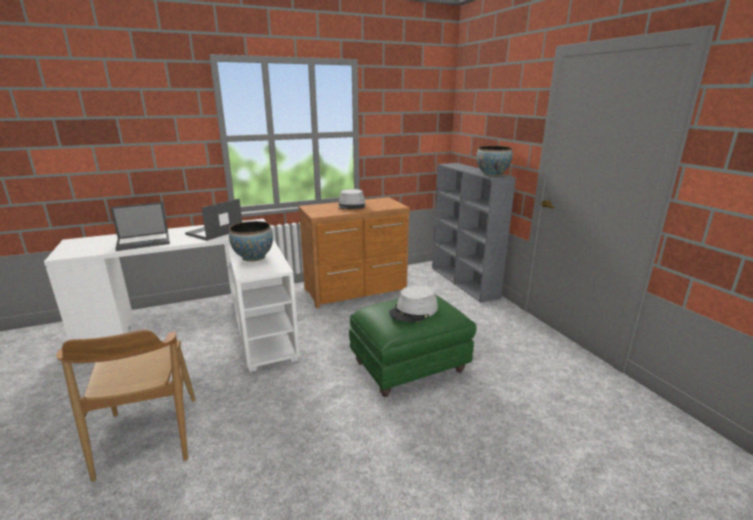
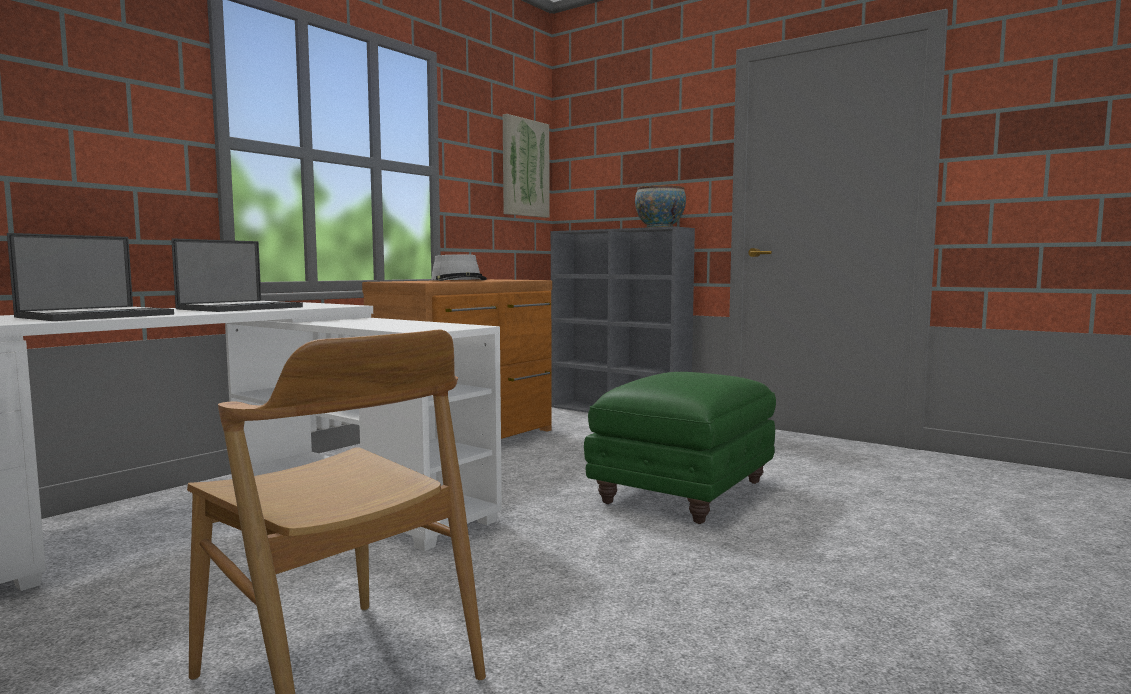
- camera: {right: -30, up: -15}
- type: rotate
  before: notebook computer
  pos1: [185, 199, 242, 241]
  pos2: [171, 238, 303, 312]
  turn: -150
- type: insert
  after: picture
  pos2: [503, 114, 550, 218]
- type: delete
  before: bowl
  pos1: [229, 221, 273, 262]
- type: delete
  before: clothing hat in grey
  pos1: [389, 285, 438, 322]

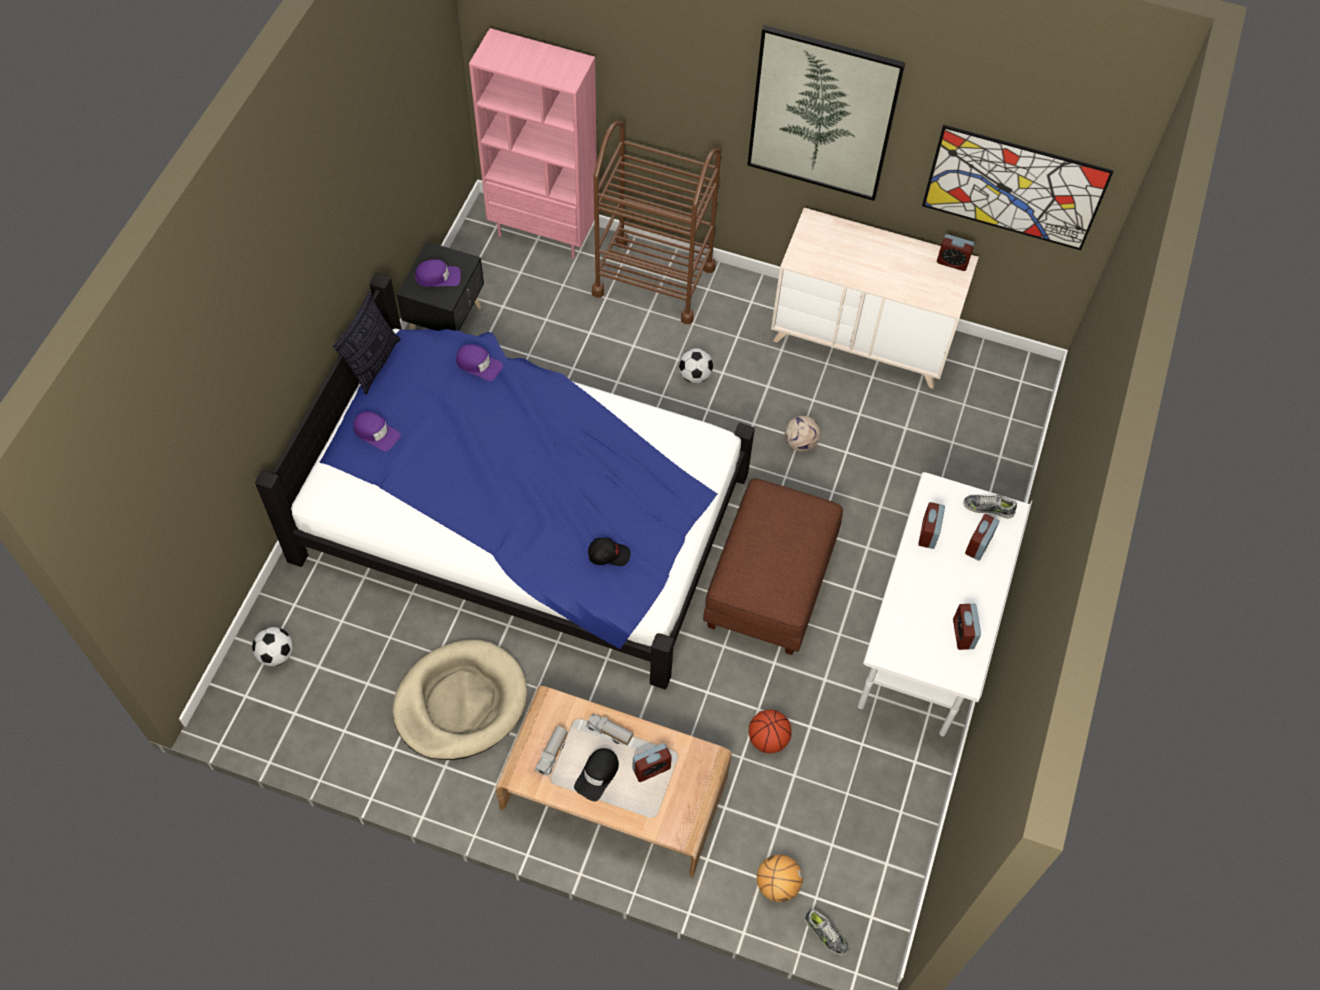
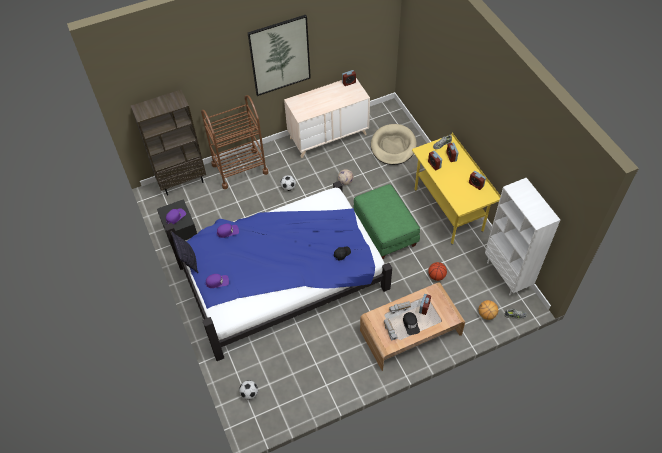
- camera: {right: -40, up: -5}
- type: recolor
  before: shelving unit in pink-coloured
  after: shelving unit in brown-coloured
  pos1: [469, 28, 597, 259]
  pos2: [131, 90, 206, 196]
- type: recolor
  before: ottoman in brown-coloured
  after: ottoman in greenish
  pos1: [703, 479, 843, 655]
  pos2: [353, 184, 420, 259]
- type: move
  before: dog bed in beige-coloured
  pos1: [393, 640, 527, 760]
  pos2: [371, 124, 417, 165]
- type: recolor
  before: desk unit in whitish
  after: desk unit in yellow
  pos1: [858, 472, 1032, 737]
  pos2: [412, 133, 500, 245]
- type: insert
  after: shelving unit in whitish
  pos2: [485, 177, 560, 295]
- type: delete
  before: picture
  pos1: [922, 125, 1114, 250]

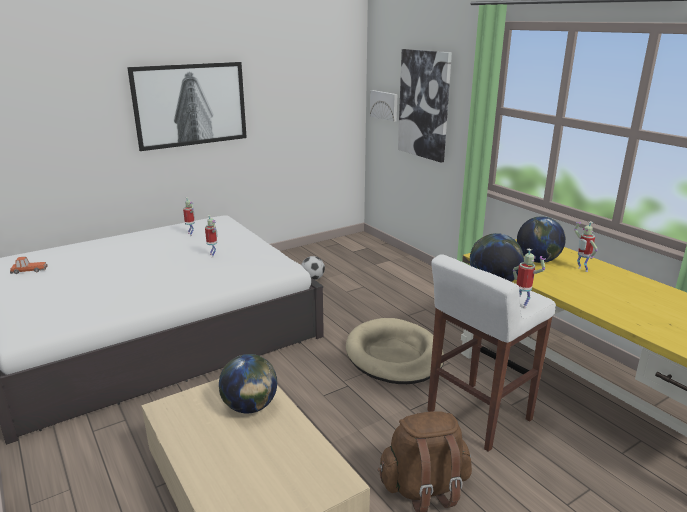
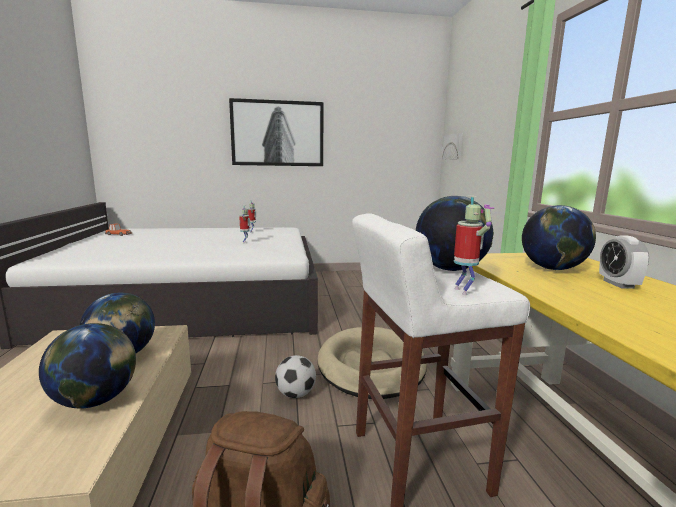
- camera: {right: 25, up: -10}
- type: insert
  after: globe
  pos2: [39, 323, 136, 409]
- type: move
  before: ball for football
  pos1: [301, 256, 325, 280]
  pos2: [275, 355, 316, 398]
- type: replace
  before: robot figure
  after: alarm clock
  pos1: [574, 221, 598, 272]
  pos2: [599, 235, 649, 289]
- type: delete
  before: picture
  pos1: [398, 49, 452, 162]

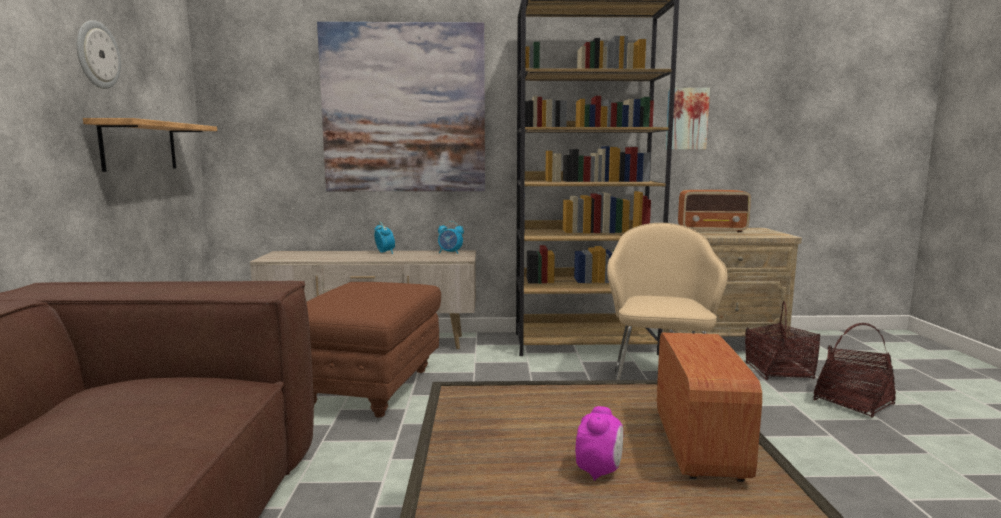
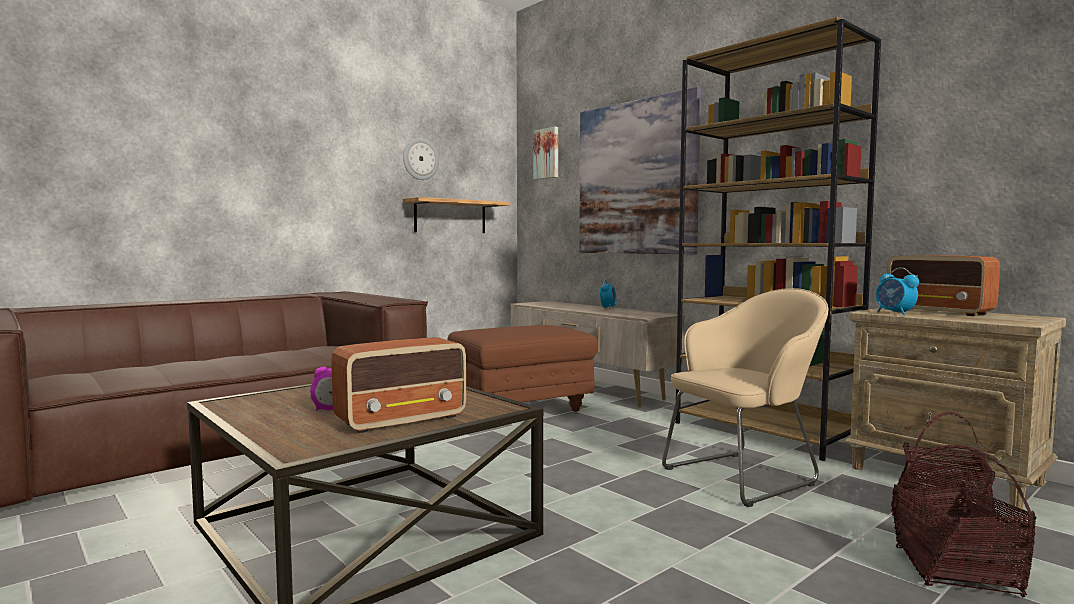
- camera: {right: 50, up: -5}
- type: move
  before: picture
  pos1: [665, 88, 710, 150]
  pos2: [533, 127, 558, 180]
- type: move
  before: alarm clock
  pos1: [438, 221, 464, 254]
  pos2: [876, 267, 919, 315]

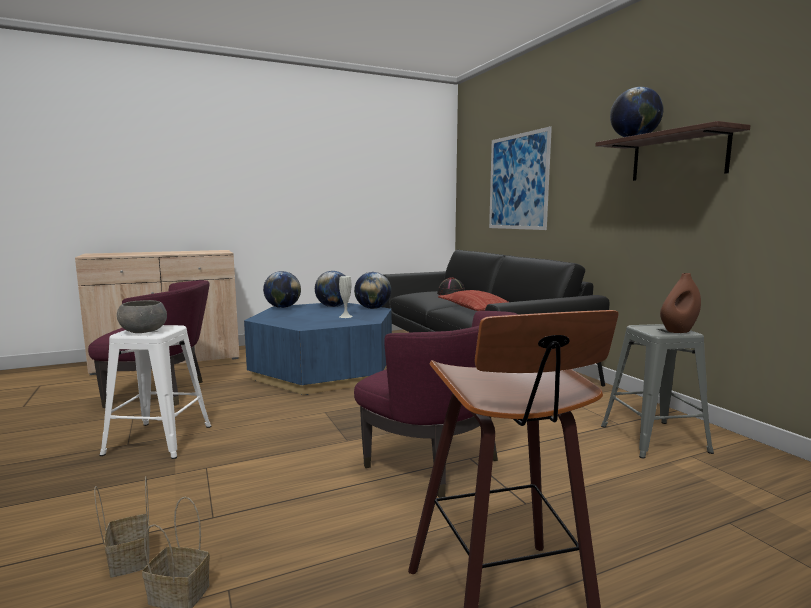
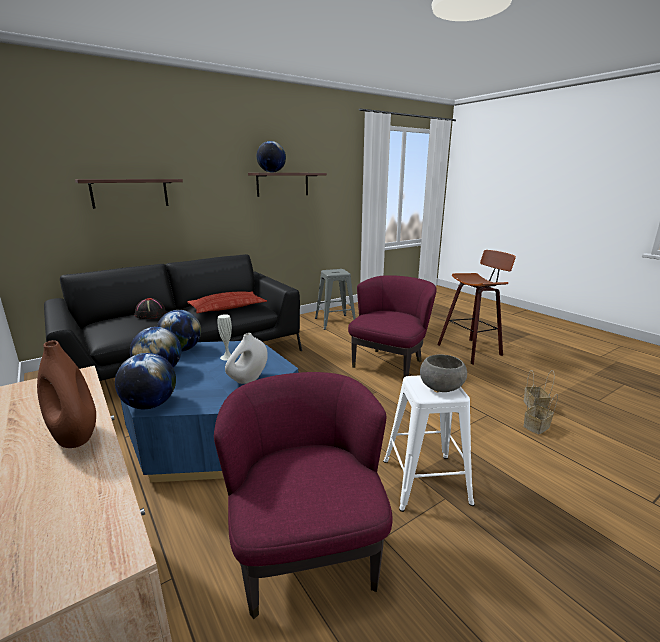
- camera: {right: -100, up: 10}
- type: move
  before: flower vase in brown-coloured
  pos1: [660, 273, 701, 333]
  pos2: [37, 340, 96, 448]
- type: replace
  before: picture
  after: shelf
  pos1: [489, 126, 552, 230]
  pos2: [75, 179, 183, 209]
- type: insert
  after: flower vase in whitish
  pos2: [225, 333, 268, 384]

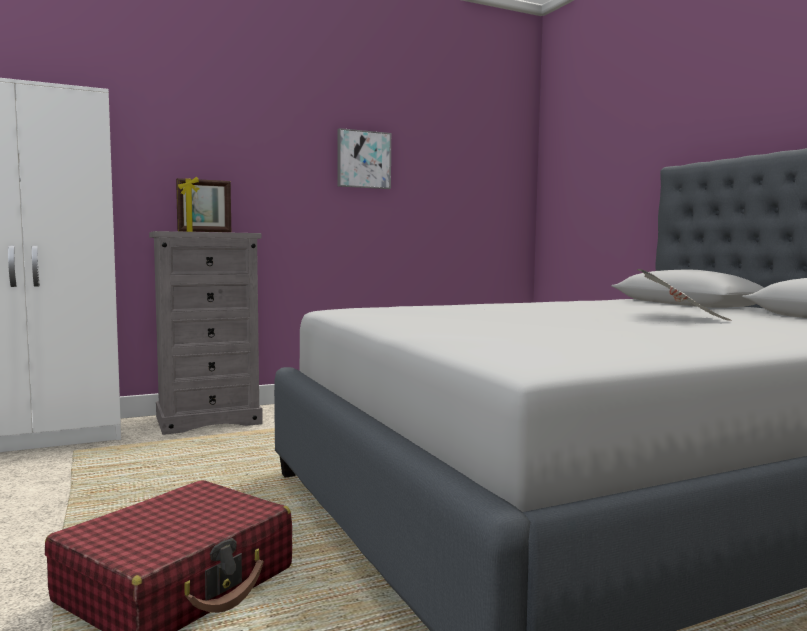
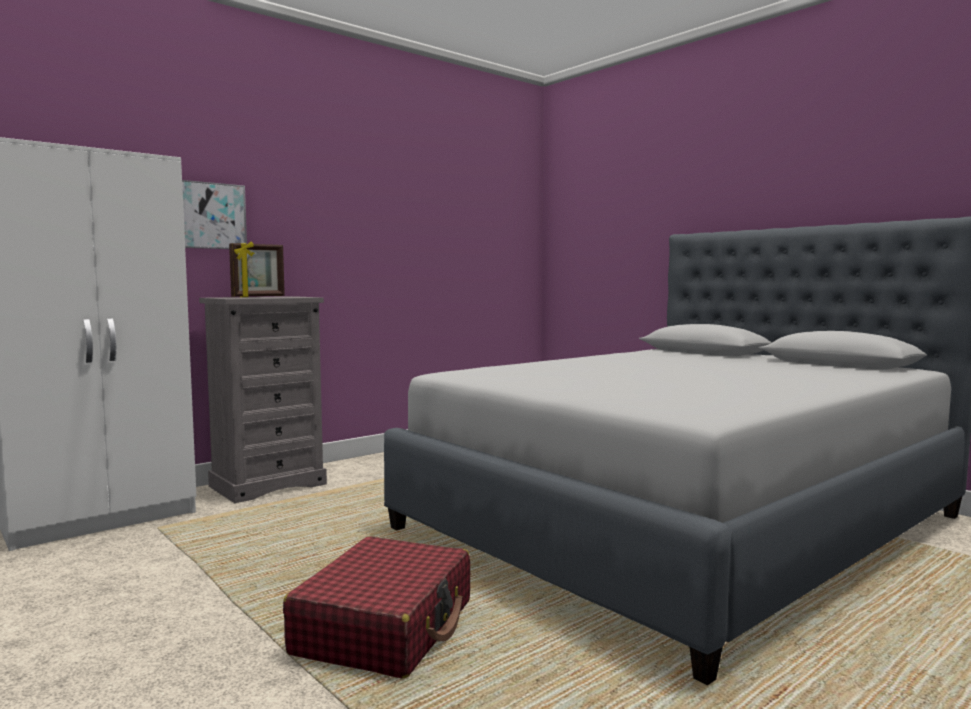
- camera: {right: -15, up: 0}
- type: move
  before: picture
  pos1: [338, 128, 391, 189]
  pos2: [182, 180, 247, 249]
- type: delete
  before: printed paper
  pos1: [637, 269, 732, 321]

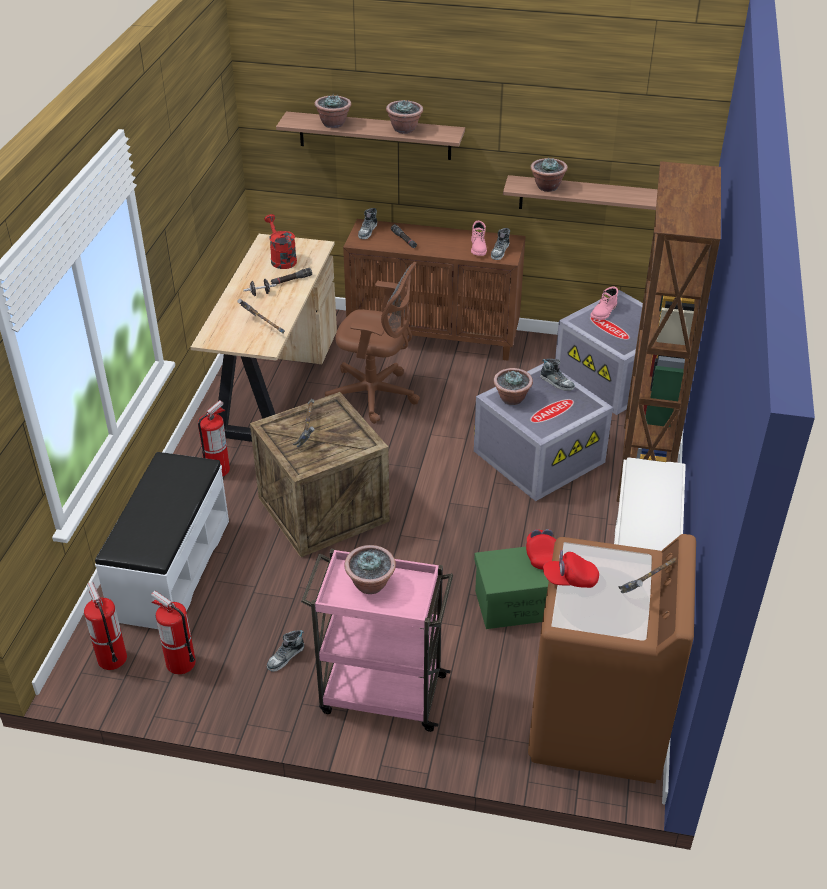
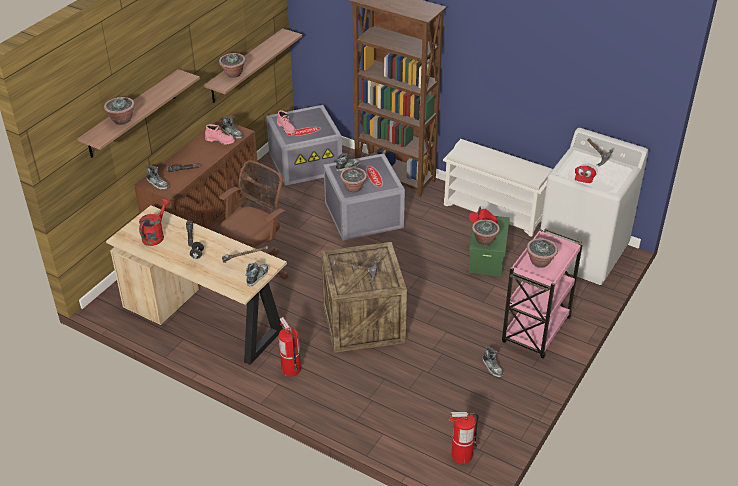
- camera: {right: -70, up: 0}
- type: rotate
  before: sprinkling can in red
  pos1: [264, 214, 297, 269]
  pos2: [139, 199, 170, 246]
  turn: 120
- type: insert
  after: shoe
  pos2: [246, 262, 268, 286]
- type: move
  before: houseplant
  pos1: [386, 100, 423, 134]
  pos2: [472, 219, 500, 246]
- type: recolor
  before: laundry appliance in brown-coloured
  after: laundry appliance in whitish
  pos1: [528, 534, 696, 784]
  pos2: [540, 128, 648, 285]
- type: delete
  before: bench in whitish
  pos1: [95, 452, 229, 629]
- type: delete
  before: fire-fighting cylinder
  pos1: [151, 590, 196, 674]

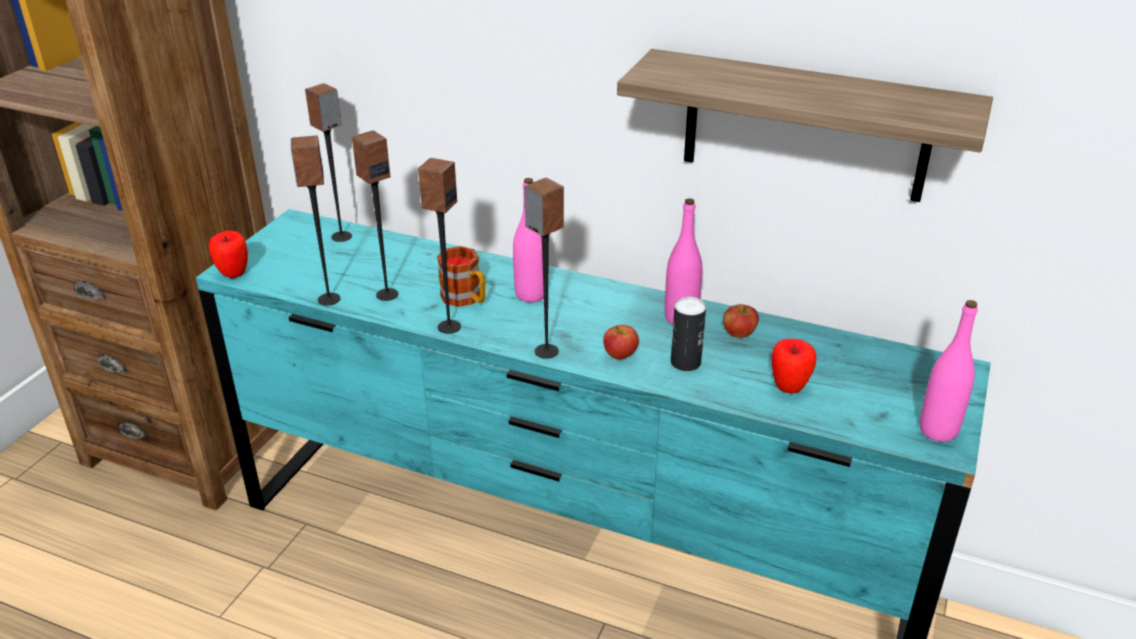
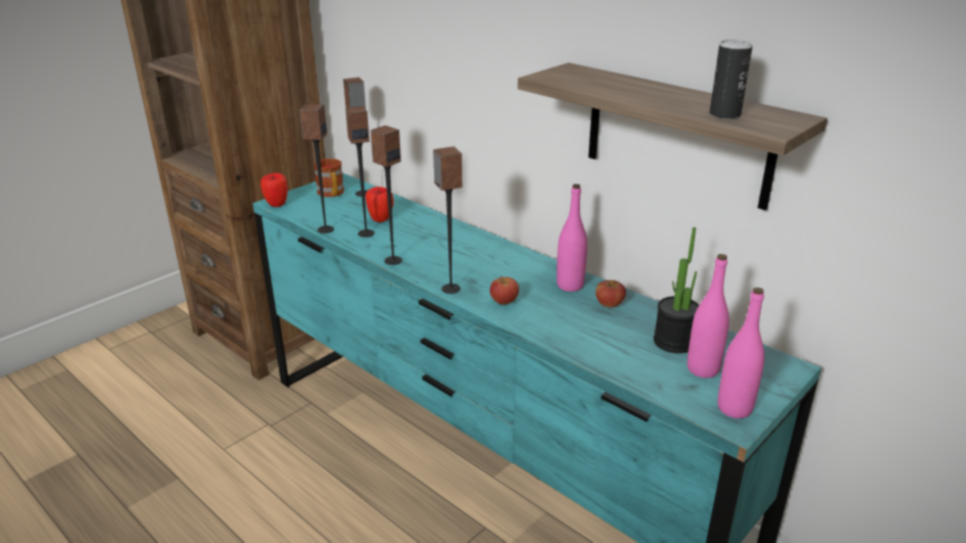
- camera: {right: 20, up: -5}
- type: move
  before: mug
  pos1: [437, 246, 485, 307]
  pos2: [314, 159, 344, 197]
- type: move
  before: apple
  pos1: [772, 339, 816, 393]
  pos2: [365, 187, 394, 222]
- type: insert
  after: houseplant
  pos2: [653, 227, 699, 353]
- type: move
  before: drink bottle in pink-coloured
  pos1: [513, 178, 544, 302]
  pos2: [687, 254, 729, 378]
- type: move
  before: can
  pos1: [671, 297, 706, 371]
  pos2: [709, 40, 752, 119]

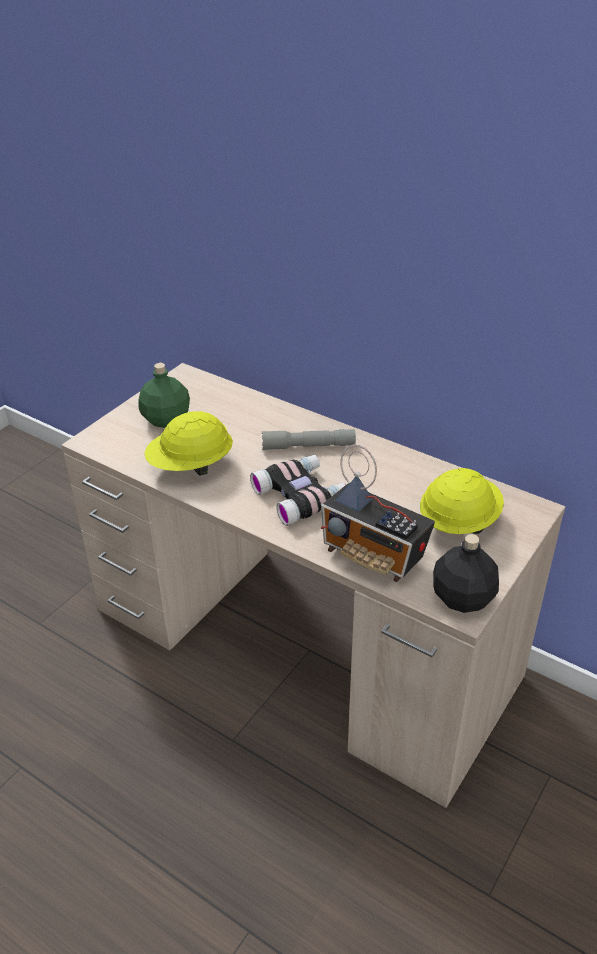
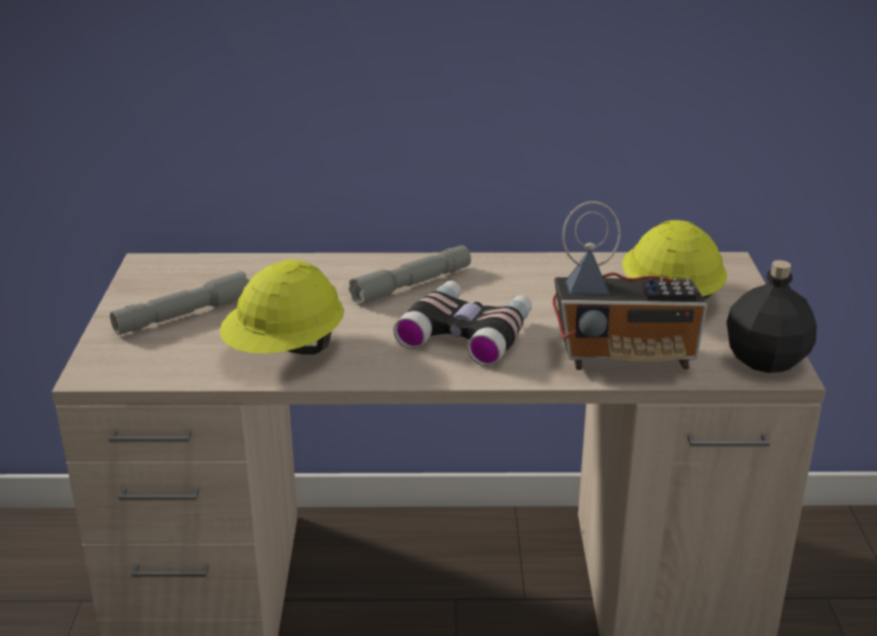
- camera: {right: -35, up: -10}
- type: replace
  before: drink bottle in greenish
  after: hand torch in grey
  pos1: [139, 363, 190, 428]
  pos2: [110, 271, 249, 335]

